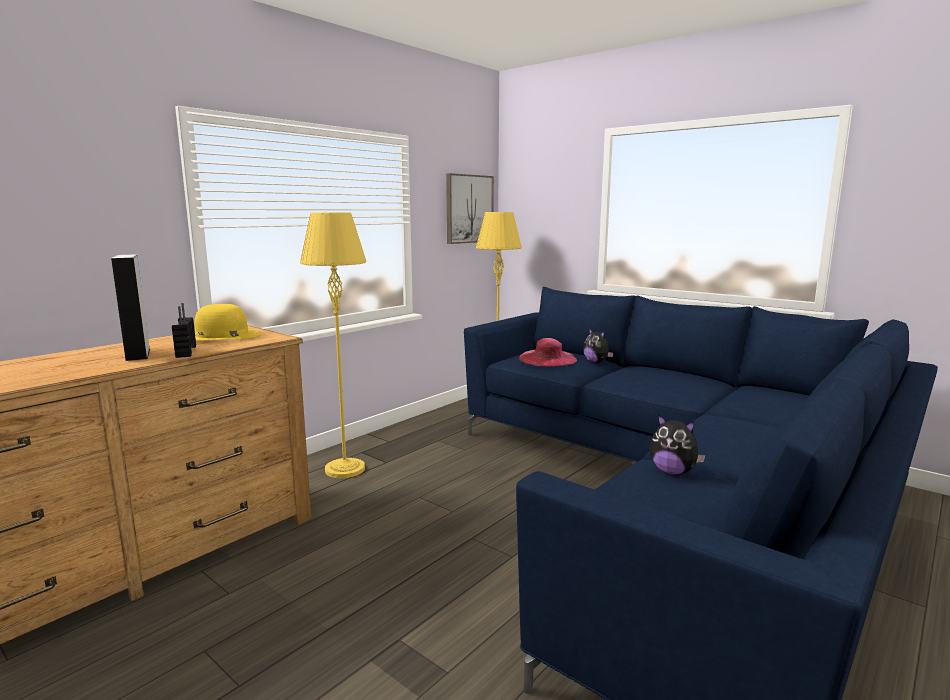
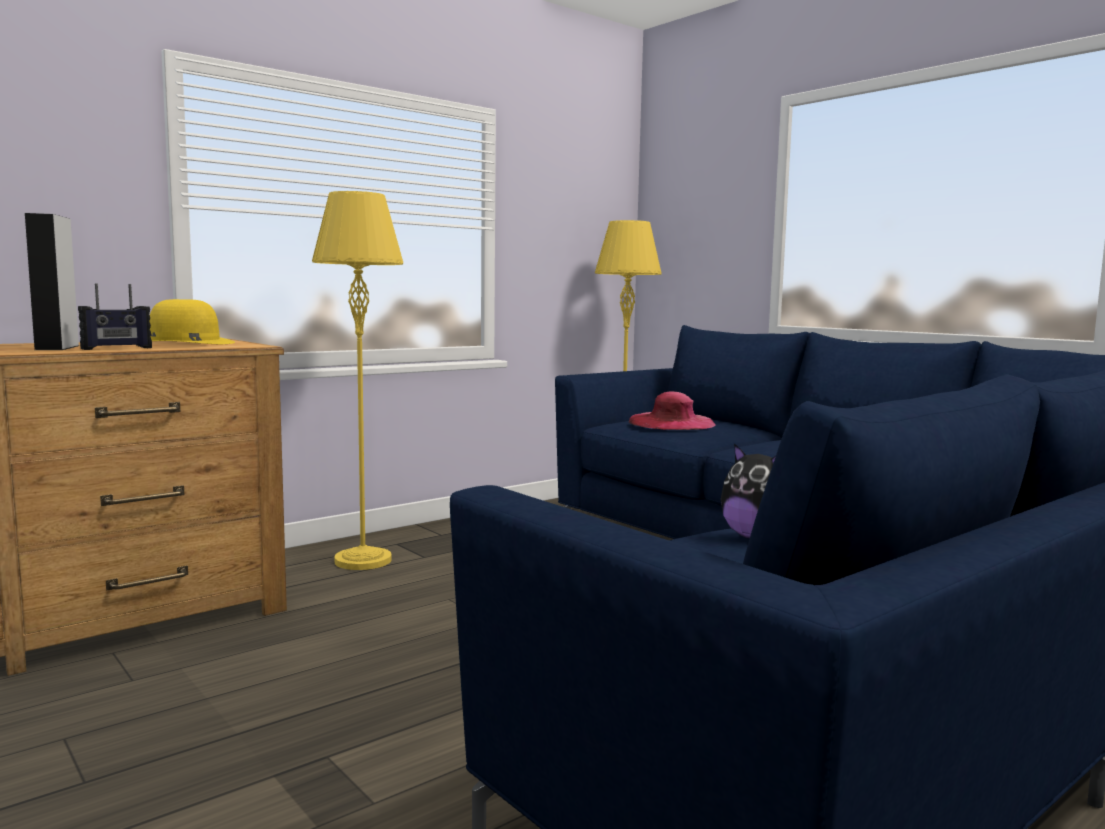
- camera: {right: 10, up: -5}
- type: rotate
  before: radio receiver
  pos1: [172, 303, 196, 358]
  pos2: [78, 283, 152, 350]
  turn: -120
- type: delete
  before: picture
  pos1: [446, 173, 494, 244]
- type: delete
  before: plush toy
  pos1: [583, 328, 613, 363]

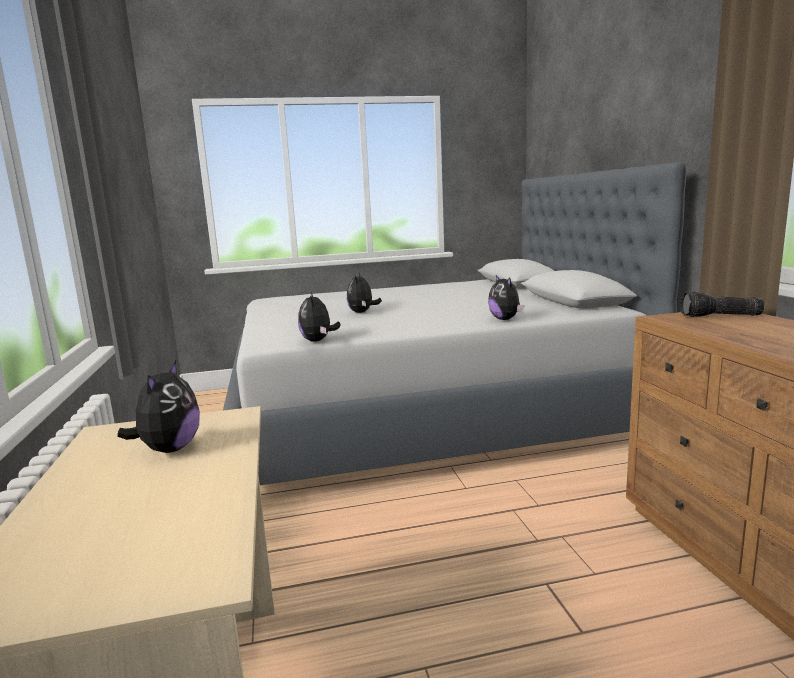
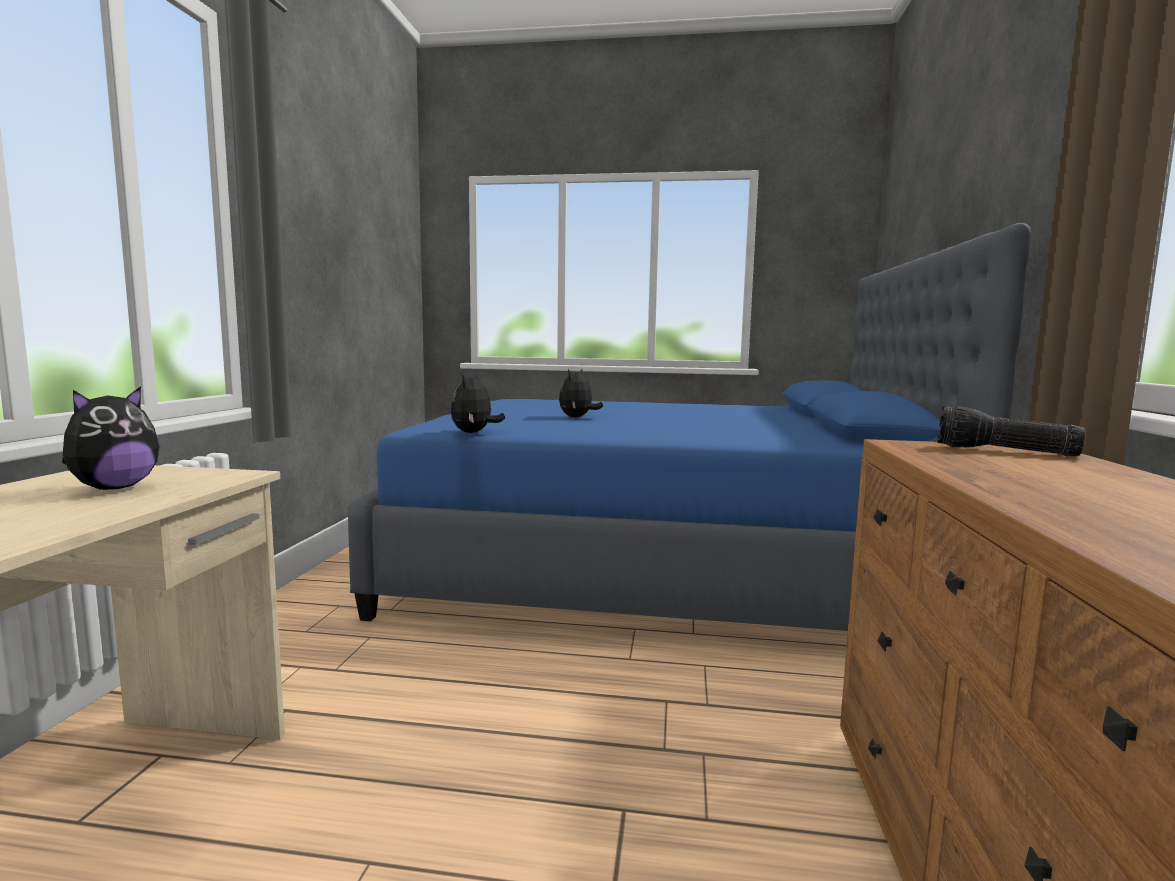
- camera: {right: 20, up: -5}
- type: recolor
  before: bedroom bed in grey
  after: bedroom bed in blue-coloured
  pos1: [223, 162, 687, 485]
  pos2: [348, 223, 1031, 631]
- type: delete
  before: plush toy
  pos1: [488, 275, 524, 320]

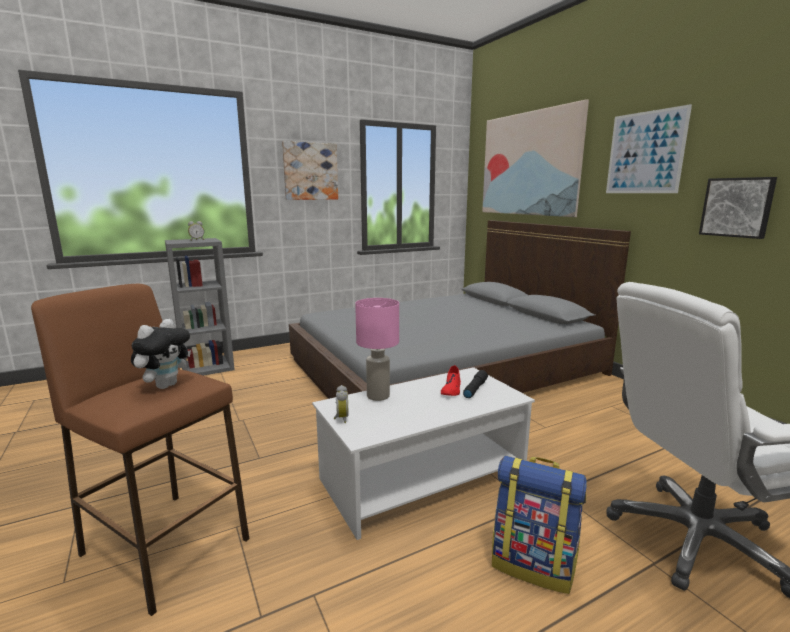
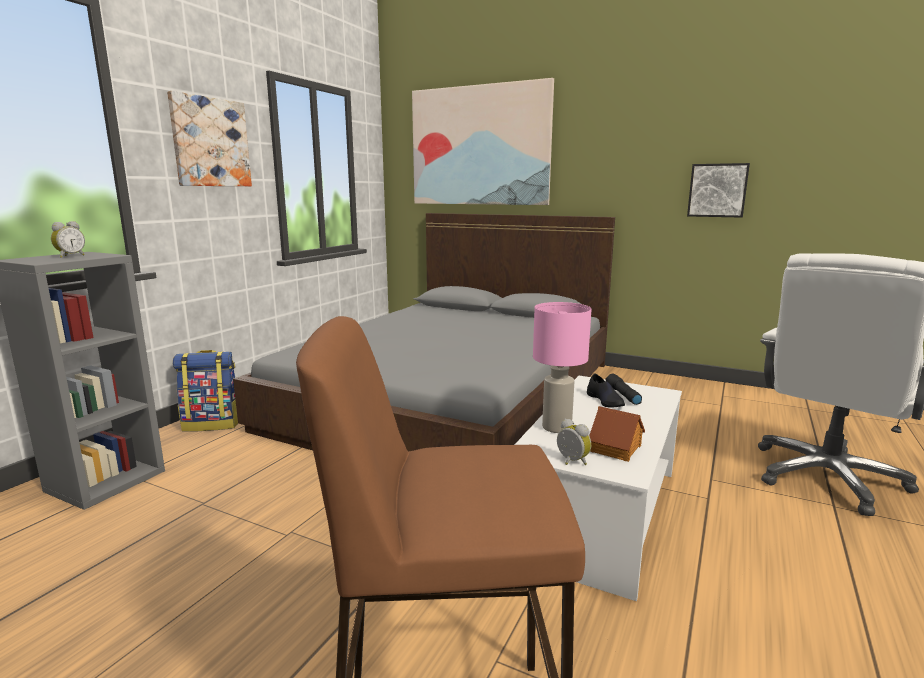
- camera: {right: -35, up: 0}
- type: move
  before: knapsack
  pos1: [492, 456, 587, 594]
  pos2: [173, 350, 238, 432]
- type: recolor
  before: shoe in red
  after: shoe in black-coloured
  pos1: [441, 365, 461, 396]
  pos2: [587, 374, 625, 407]
- type: insert
  after: model house
  pos2: [589, 406, 645, 462]
- type: delete
  before: plush toy
  pos1: [131, 319, 191, 389]
- type: delete
  before: picture
  pos1: [606, 104, 692, 193]

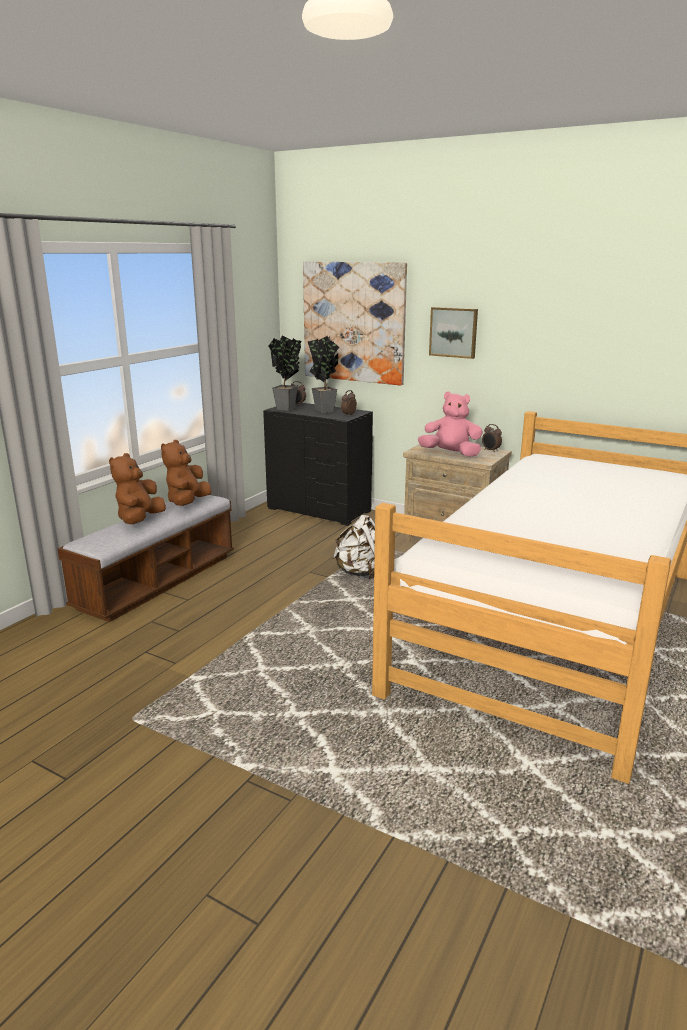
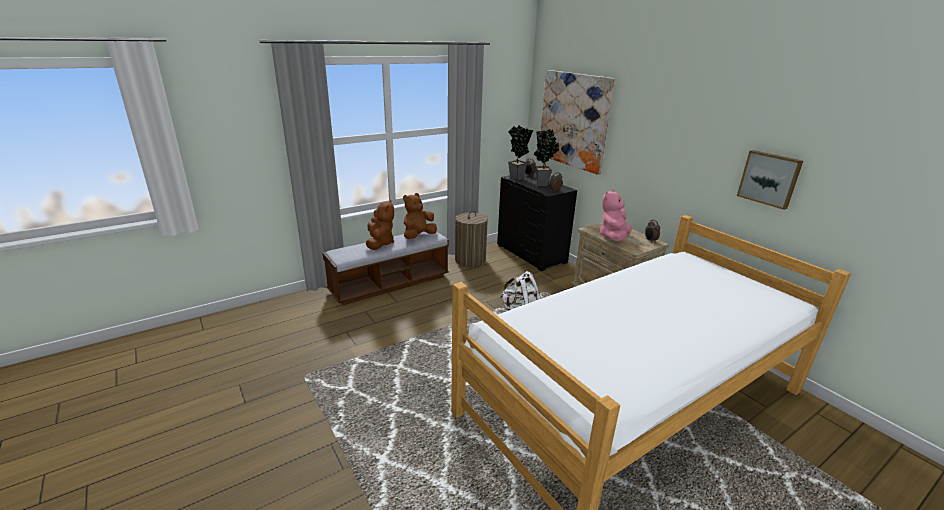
- camera: {right: 25, up: 5}
- type: rotate
  before: plush toy in brown-coloured
  pos1: [109, 453, 166, 524]
  pos2: [366, 200, 394, 250]
  turn: 135
- type: insert
  after: washing basket
  pos2: [455, 211, 488, 267]
- type: rotate
  before: plush toy in pink-coloured
  pos1: [418, 392, 483, 457]
  pos2: [599, 189, 632, 241]
  turn: -105
- type: move
  before: picture
  pos1: [429, 307, 478, 359]
  pos2: [737, 150, 803, 210]

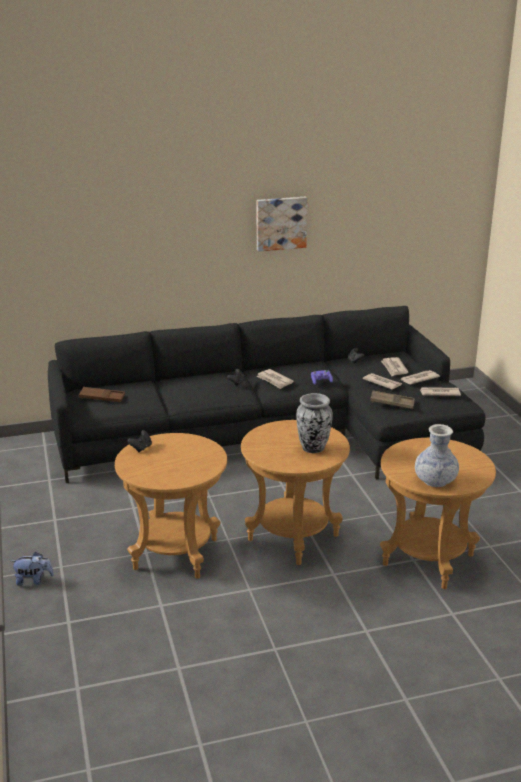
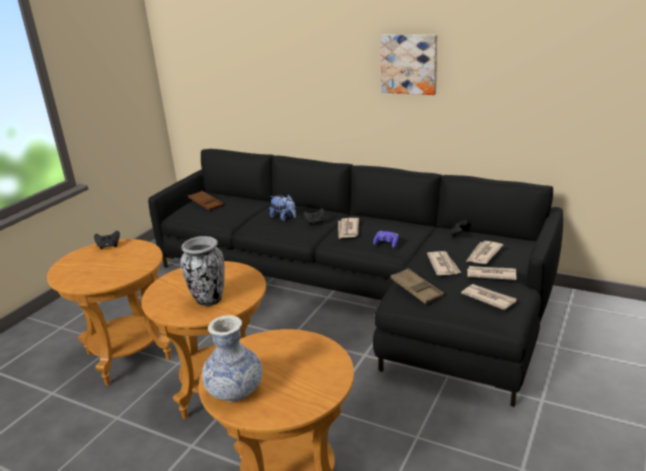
- camera: {right: 45, up: 0}
- type: move
  before: plush toy
  pos1: [11, 552, 54, 586]
  pos2: [270, 195, 296, 221]

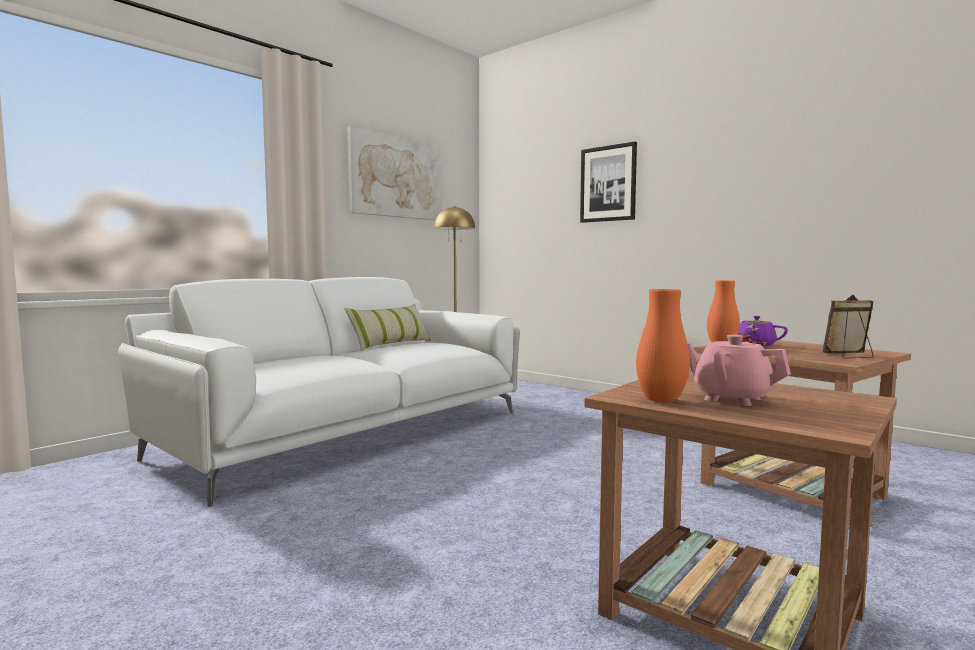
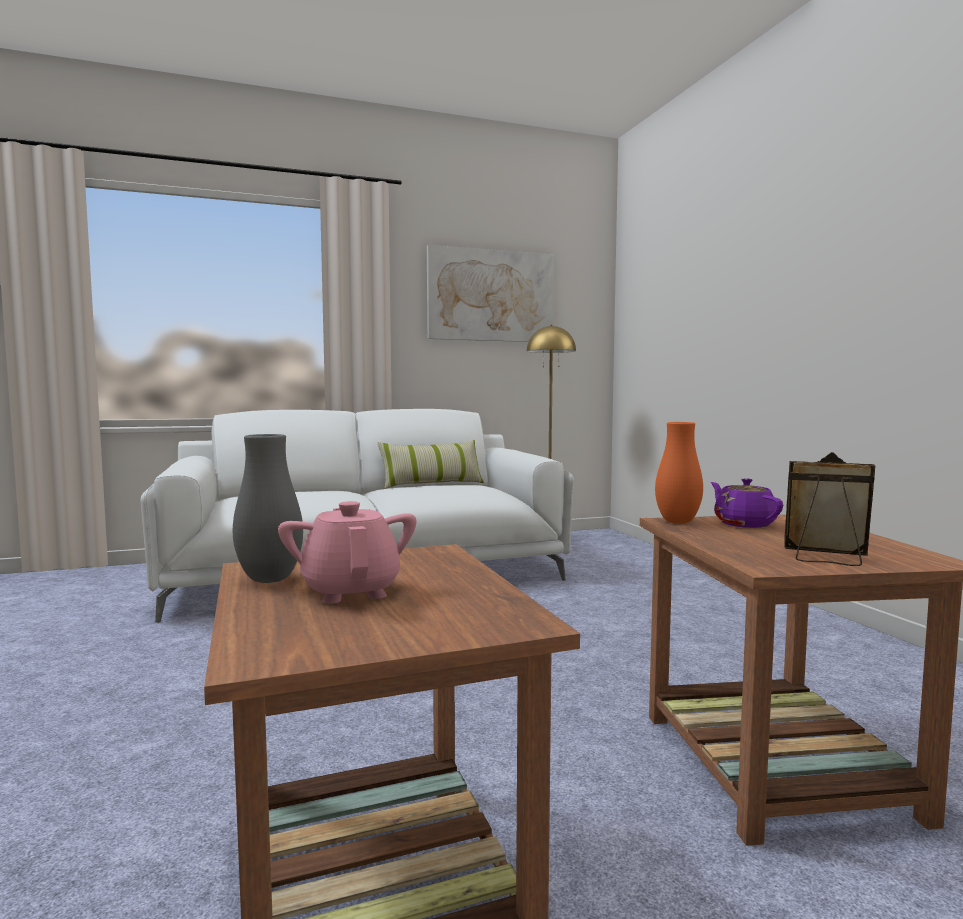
- camera: {right: 30, up: 0}
- type: recolor
  before: flower vase in orange
  after: flower vase in grey
  pos1: [636, 289, 690, 403]
  pos2: [233, 434, 303, 583]
- type: delete
  before: picture
  pos1: [580, 142, 637, 223]

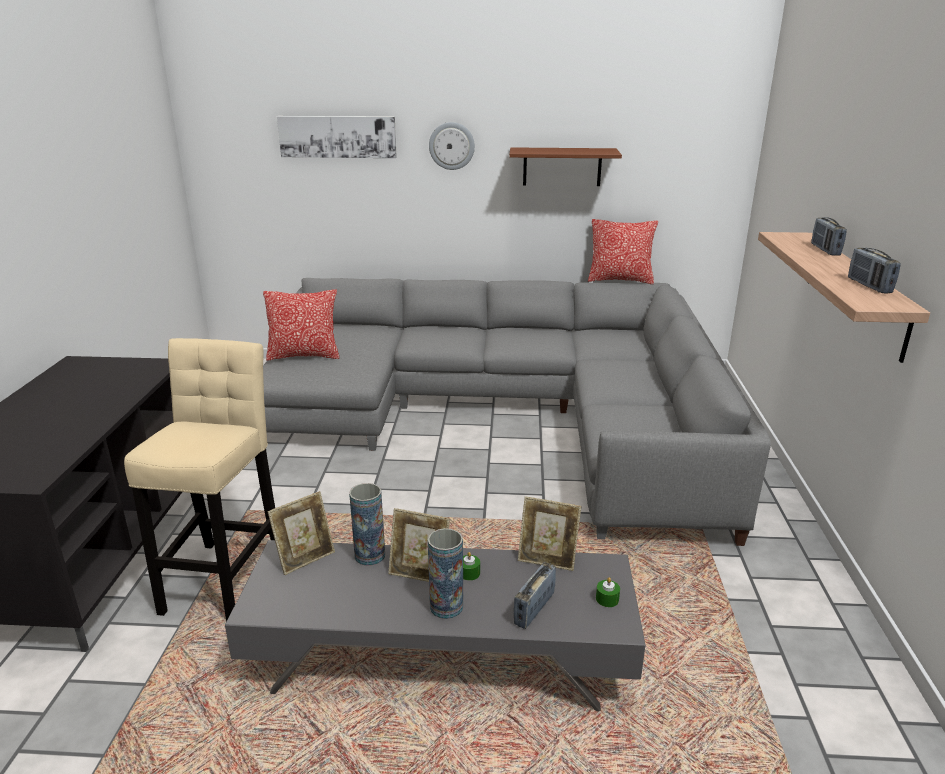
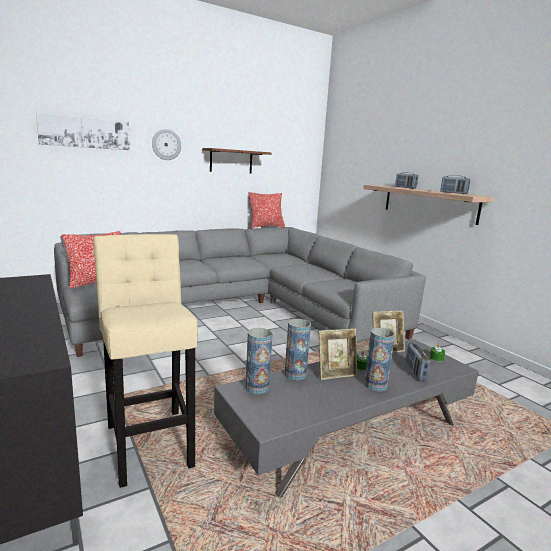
- camera: {right: -35, up: -10}
- type: replace
  before: standing frame
  after: flower vase
  pos1: [268, 491, 335, 575]
  pos2: [245, 328, 273, 394]

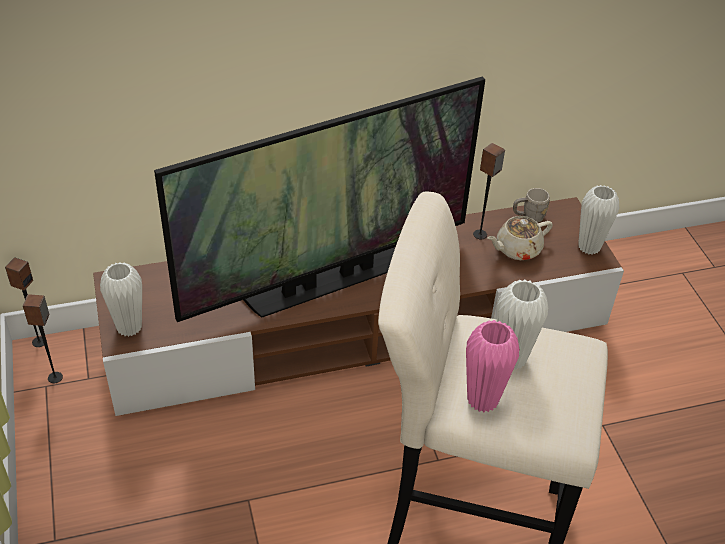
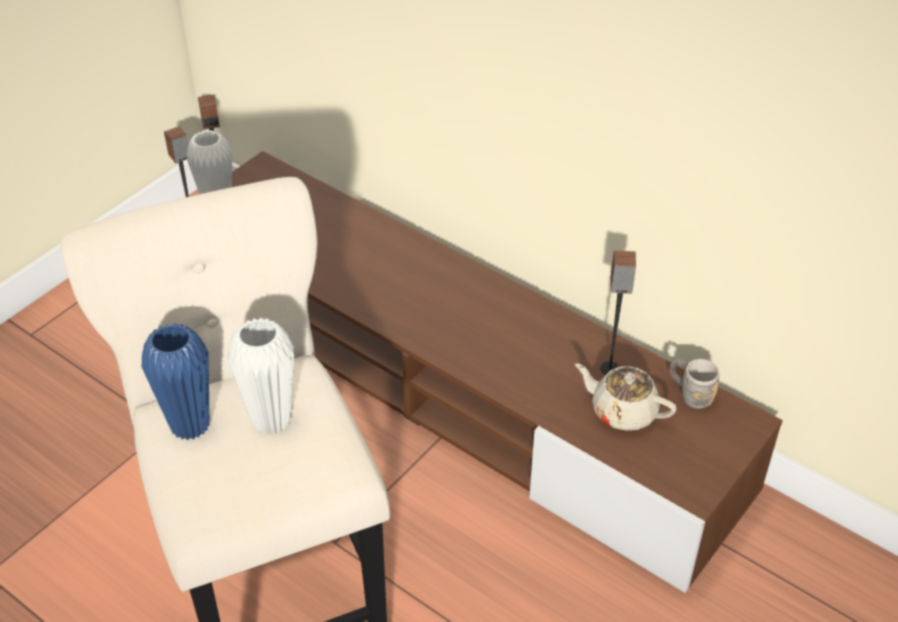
- camera: {right: 55, up: 0}
- type: recolor
  before: flower vase in pink-coloured
  after: flower vase in blue-coloured
  pos1: [466, 320, 520, 412]
  pos2: [142, 323, 209, 440]
- type: delete
  before: television
  pos1: [154, 77, 485, 322]
- type: delete
  before: flower vase in whitish
  pos1: [578, 185, 619, 255]

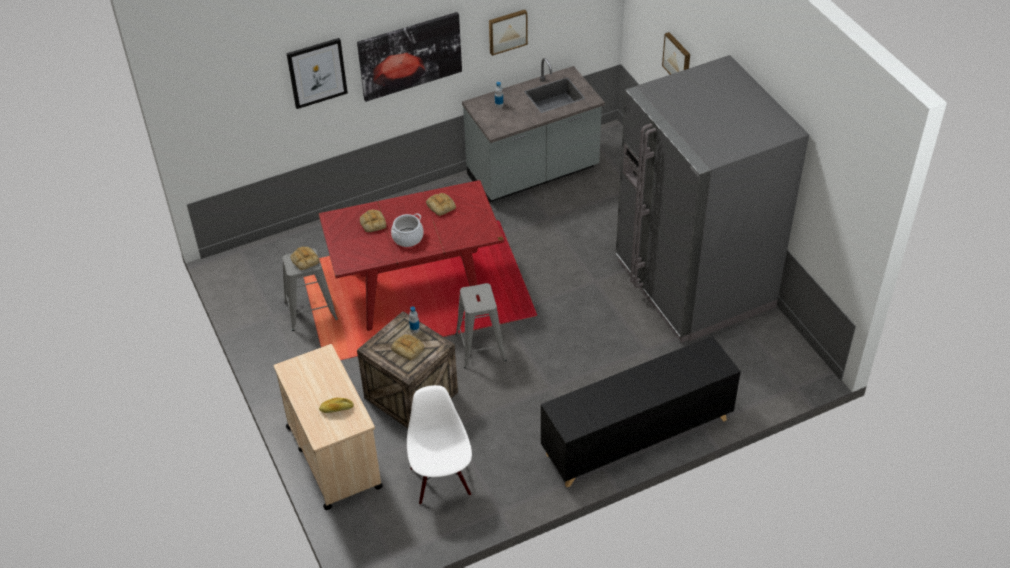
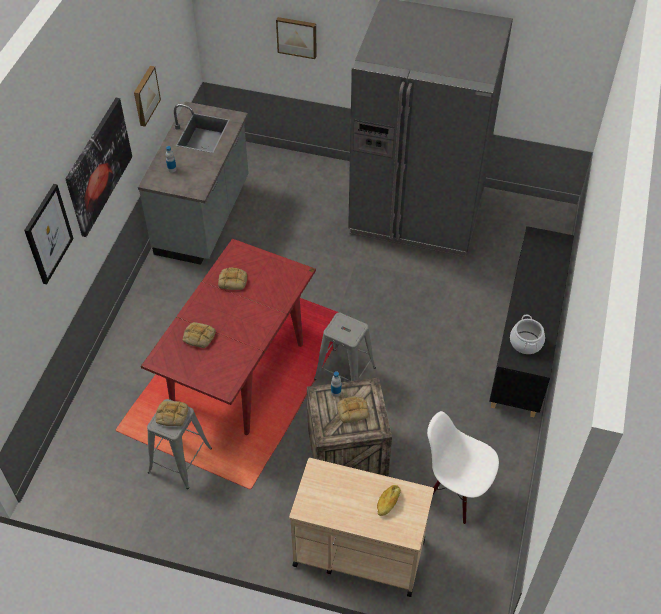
- camera: {right: -50, up: 5}
- type: move
  before: stockpot
  pos1: [391, 213, 424, 247]
  pos2: [510, 315, 545, 354]

